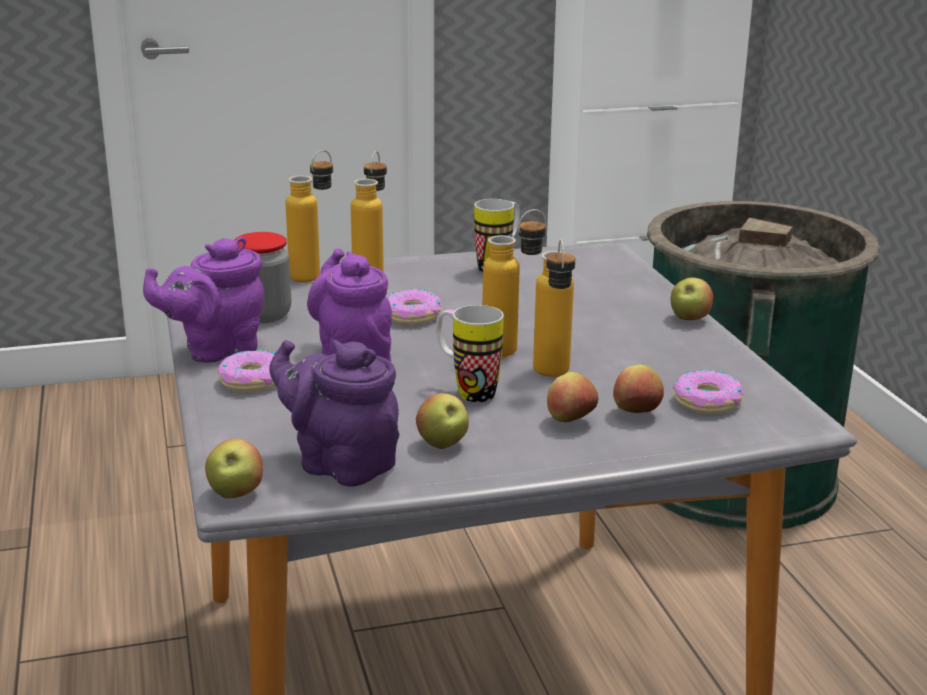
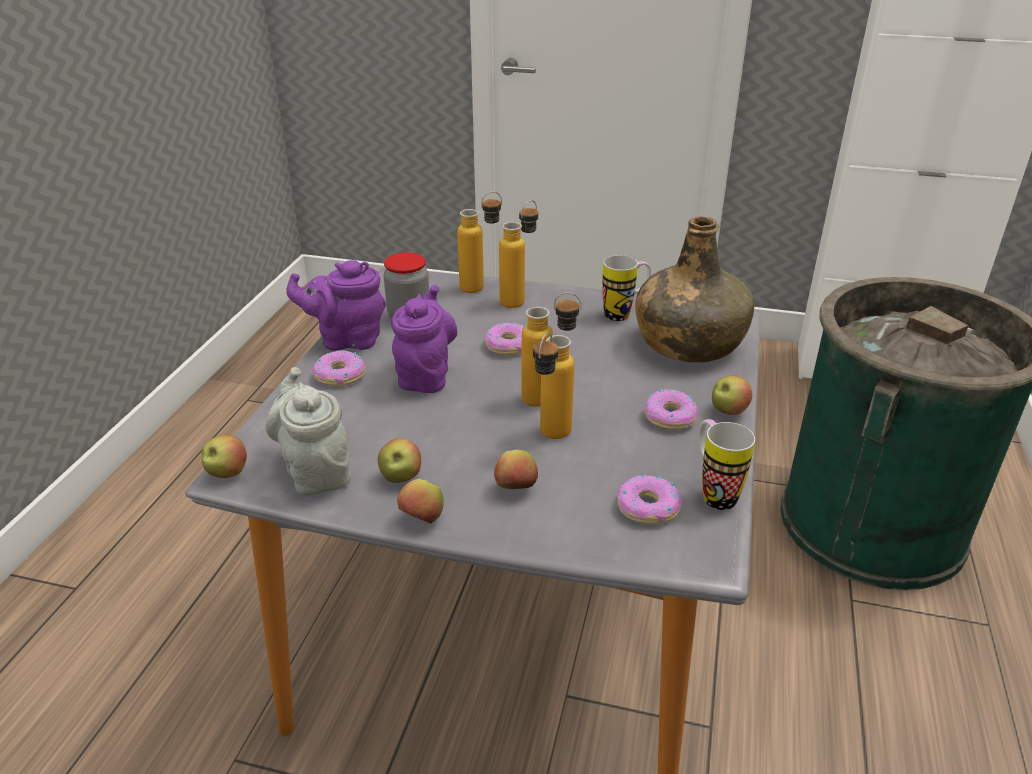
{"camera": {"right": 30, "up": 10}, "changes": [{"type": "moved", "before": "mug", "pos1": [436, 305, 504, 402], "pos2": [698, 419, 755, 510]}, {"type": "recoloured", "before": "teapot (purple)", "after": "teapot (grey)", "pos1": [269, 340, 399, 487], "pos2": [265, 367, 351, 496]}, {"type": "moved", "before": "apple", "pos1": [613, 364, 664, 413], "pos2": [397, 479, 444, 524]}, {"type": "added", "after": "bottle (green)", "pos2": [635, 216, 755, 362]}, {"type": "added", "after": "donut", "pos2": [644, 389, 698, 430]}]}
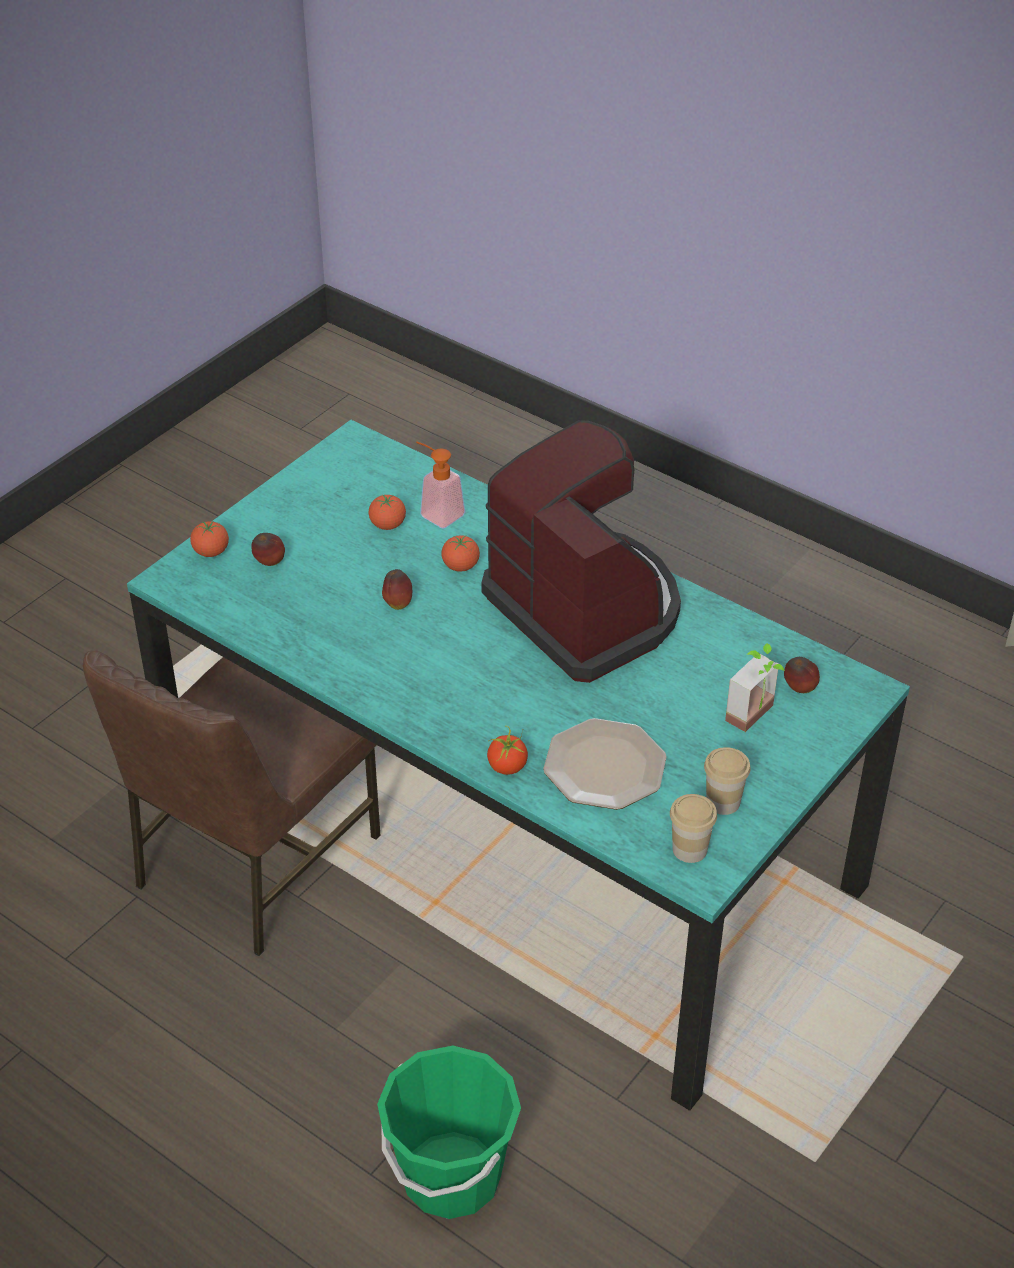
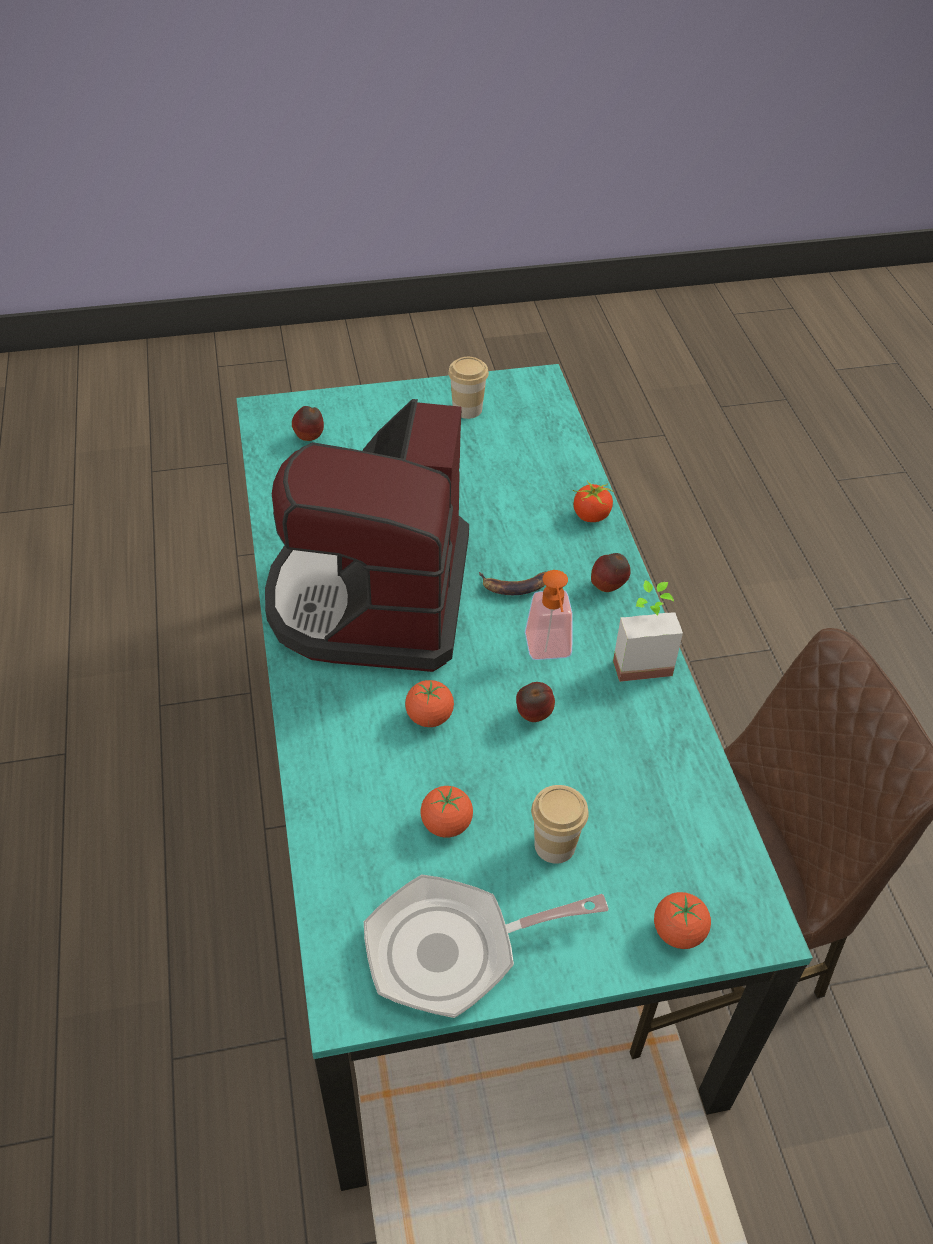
{"camera": {"right": -140, "up": 5}, "changes": [{"type": "moved", "before": "soap dispenser", "pos1": [416, 442, 465, 529], "pos2": [525, 570, 573, 660]}, {"type": "moved", "before": "apple", "pos1": [252, 533, 285, 566], "pos2": [591, 553, 631, 592]}, {"type": "moved", "before": "potted plant", "pos1": [725, 643, 785, 732], "pos2": [613, 580, 683, 682]}, {"type": "removed", "before": "plate", "pos1": [543, 718, 667, 810]}, {"type": "moved", "before": "cup", "pos1": [670, 794, 717, 863], "pos2": [531, 785, 589, 864]}, {"type": "removed", "before": "bucket (green)", "pos1": [377, 1046, 521, 1219]}, {"type": "added", "after": "banana", "pos2": [479, 571, 546, 595]}, {"type": "added", "after": "frying pan", "pos2": [364, 874, 609, 1018]}]}
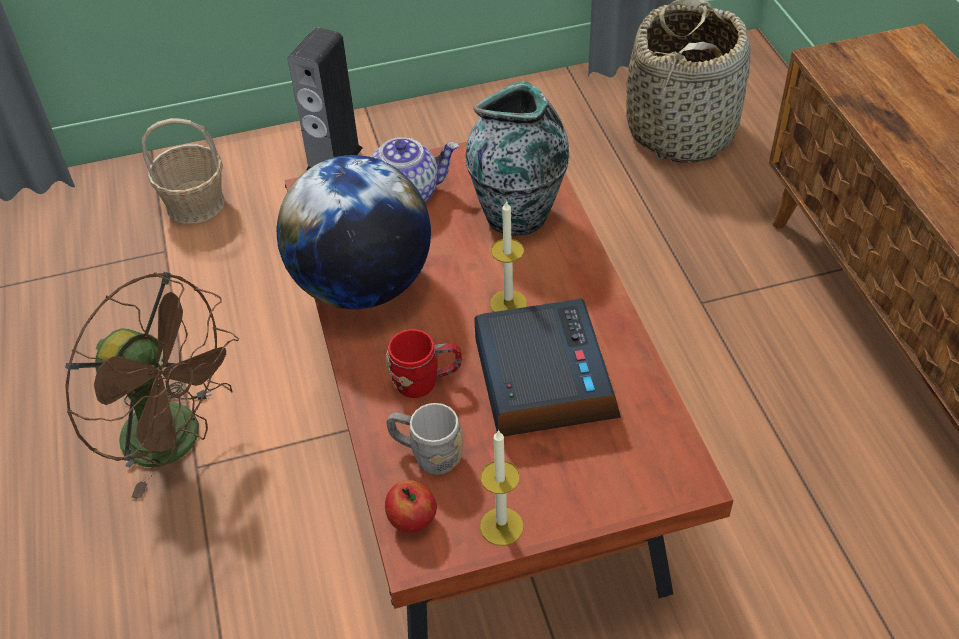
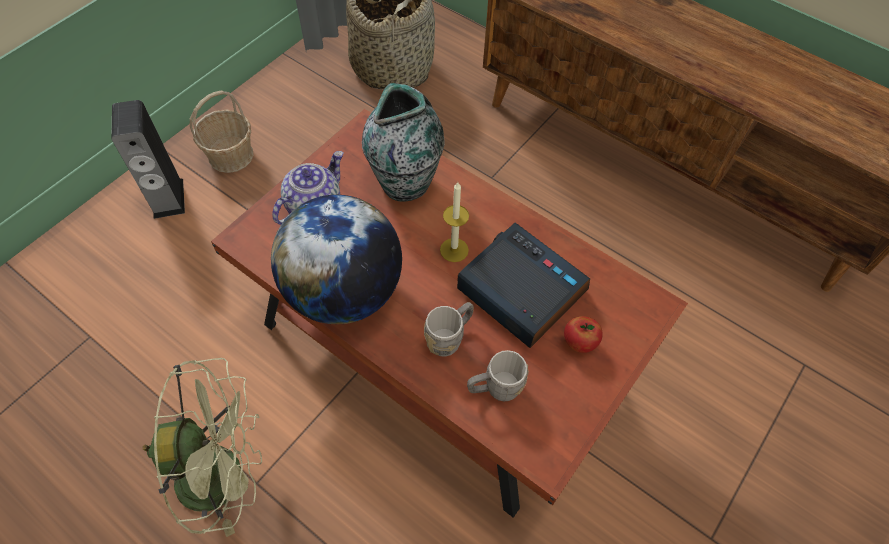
{"camera": {"right": -40, "up": 10}, "changes": [{"type": "moved", "before": "basket", "pos1": [142, 118, 225, 224], "pos2": [190, 90, 253, 173]}, {"type": "recoloured", "before": "fan (brown)", "after": "fan (green)", "pos1": [65, 272, 239, 499], "pos2": [142, 358, 262, 537]}, {"type": "recoloured", "before": "mug (red)", "after": "mug (grey)", "pos1": [386, 329, 462, 398], "pos2": [424, 302, 474, 356]}, {"type": "removed", "before": "candle", "pos1": [480, 429, 524, 546]}, {"type": "moved", "before": "apple", "pos1": [385, 480, 437, 533], "pos2": [564, 316, 603, 353]}]}
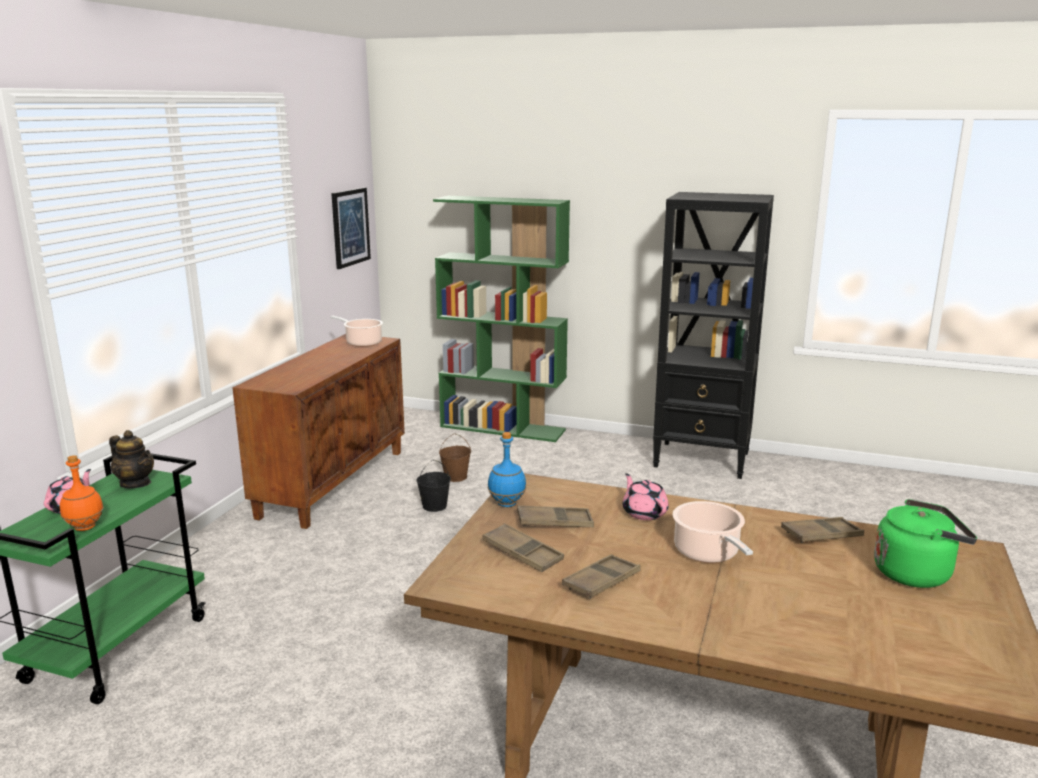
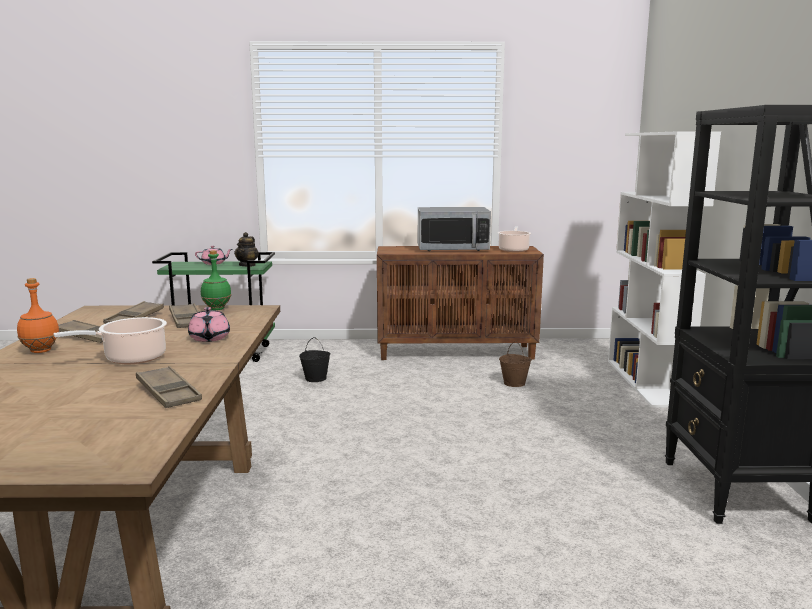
{"camera": {"right": 70, "up": -5}, "changes": [{"type": "removed", "before": "picture", "pos1": [331, 187, 371, 269]}, {"type": "recoloured", "before": "bookcase (green)", "after": "bookcase (white)", "pos1": [433, 196, 570, 442], "pos2": [608, 131, 721, 408]}, {"type": "recoloured", "before": "bottle (blue)", "after": "bottle (green)", "pos1": [488, 432, 526, 507], "pos2": [201, 250, 231, 310]}, {"type": "moved", "before": "bottle (orange)", "pos1": [60, 455, 104, 531], "pos2": [17, 278, 59, 353]}, {"type": "moved", "before": "bucket (black)", "pos1": [417, 460, 451, 512], "pos2": [299, 337, 331, 382]}, {"type": "turned", "before": "teapot (pink)", "pos1": [623, 473, 669, 520], "pos2": [188, 307, 230, 342], "turn": 120}, {"type": "removed", "before": "kettle (green)", "pos1": [874, 499, 977, 588]}, {"type": "added", "after": "microwave", "pos2": [418, 207, 491, 251]}]}
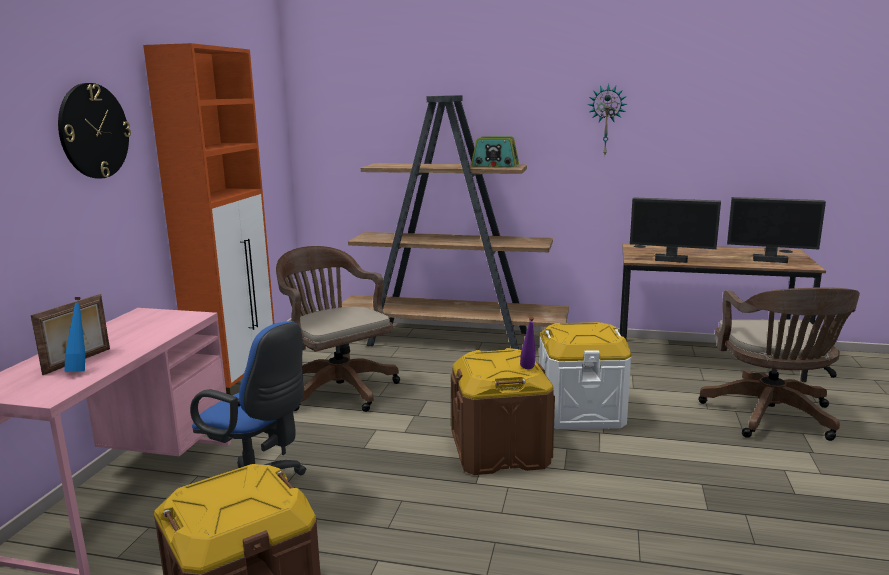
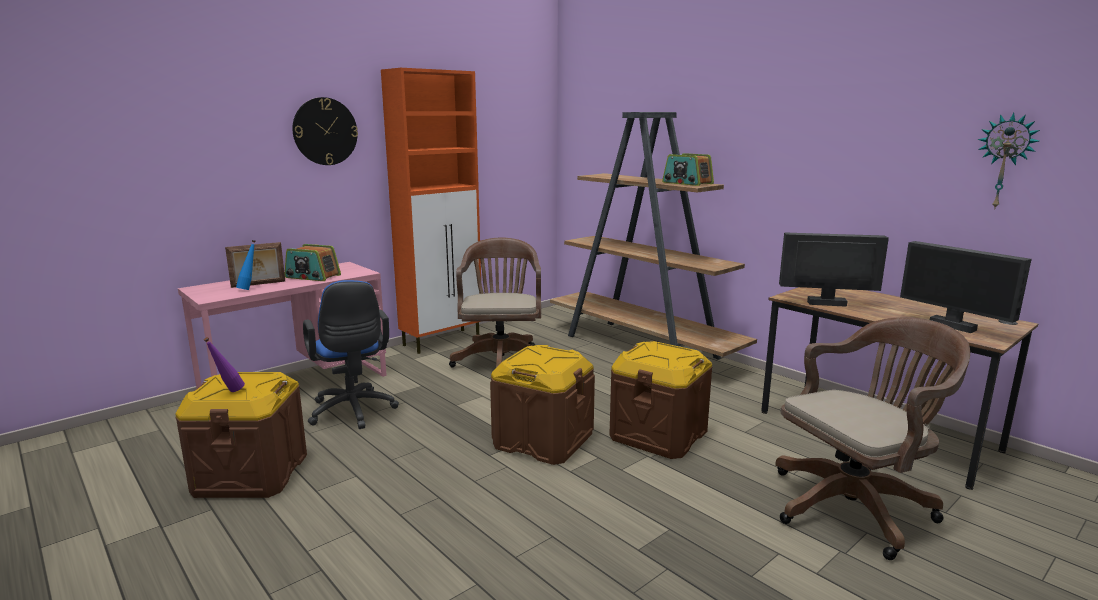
{"camera": {"right": 35, "up": 0}, "changes": [{"type": "moved", "before": "wall clock", "pos1": [588, 84, 627, 155], "pos2": [978, 112, 1040, 210]}, {"type": "turned", "before": "monitor", "pos1": [630, 197, 721, 263], "pos2": [779, 232, 889, 307], "turn": 135}, {"type": "turned", "before": "office chair (brown)", "pos1": [699, 287, 860, 441], "pos2": [775, 317, 970, 560], "turn": -150}, {"type": "moved", "before": "bottle (purple)", "pos1": [520, 316, 536, 369], "pos2": [204, 337, 245, 392]}, {"type": "recoloured", "before": "storage box (white)", "after": "storage box (brown)", "pos1": [539, 322, 632, 430], "pos2": [609, 341, 713, 459]}, {"type": "added", "after": "radio", "pos2": [285, 244, 341, 281]}]}
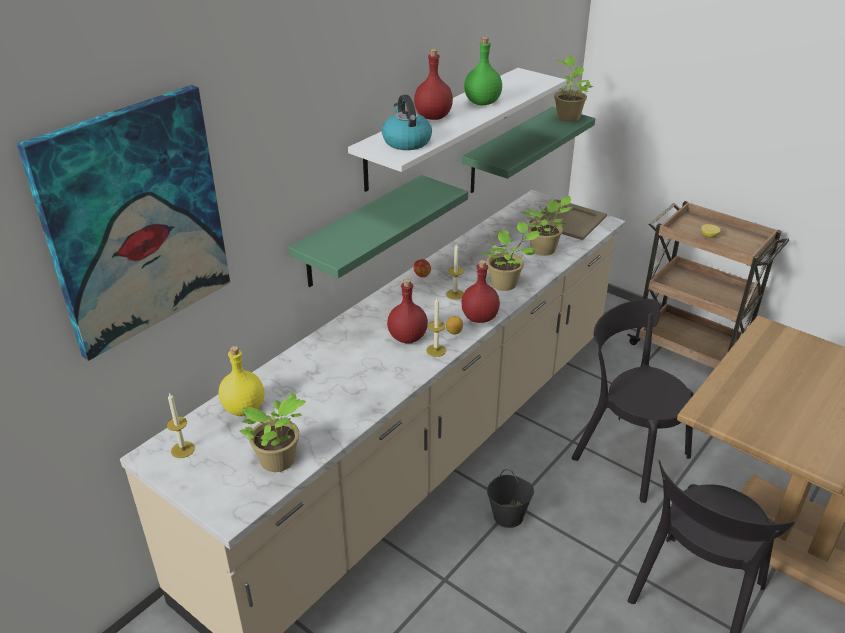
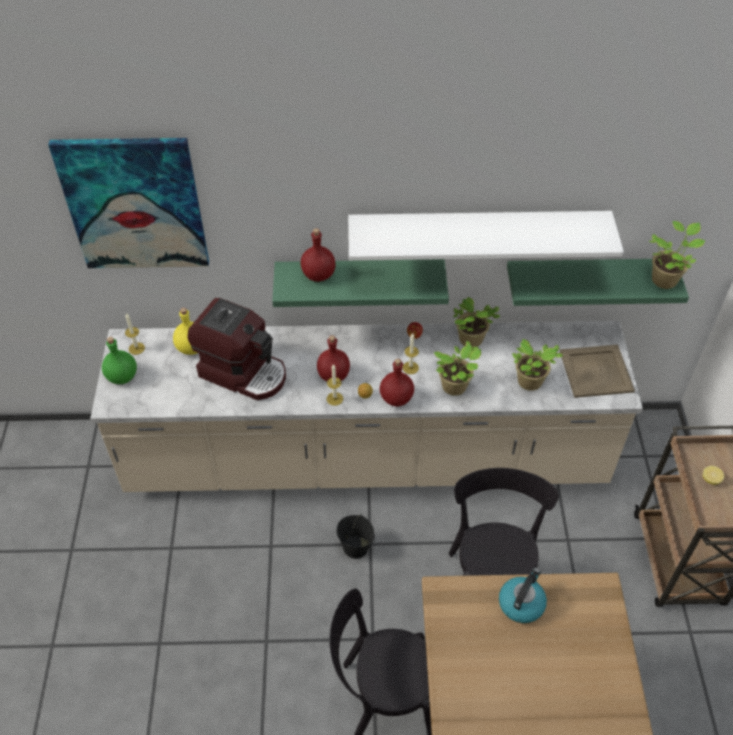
{"camera": {"right": 50, "up": 15}, "changes": [{"type": "moved", "before": "bottle (green)", "pos1": [464, 37, 502, 106], "pos2": [102, 337, 137, 384]}, {"type": "moved", "before": "bottle (red)", "pos1": [414, 49, 453, 120], "pos2": [301, 228, 336, 282]}, {"type": "moved", "before": "kettle", "pos1": [382, 95, 432, 150], "pos2": [499, 568, 547, 623]}, {"type": "moved", "before": "potted plant", "pos1": [239, 392, 306, 472], "pos2": [453, 297, 500, 347]}, {"type": "added", "after": "coffee machine", "pos2": [188, 298, 286, 400]}]}
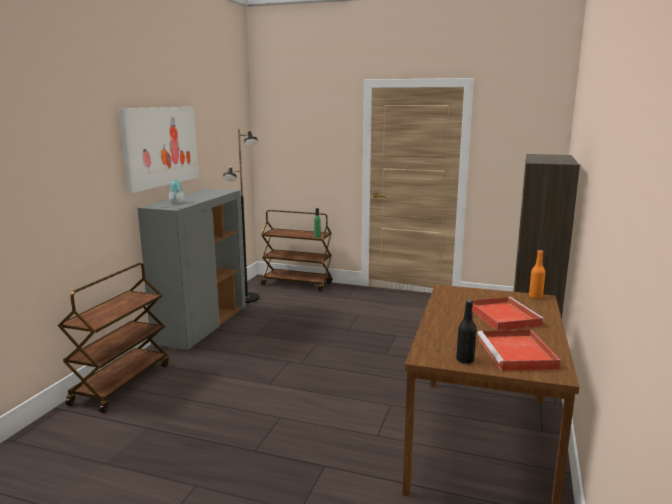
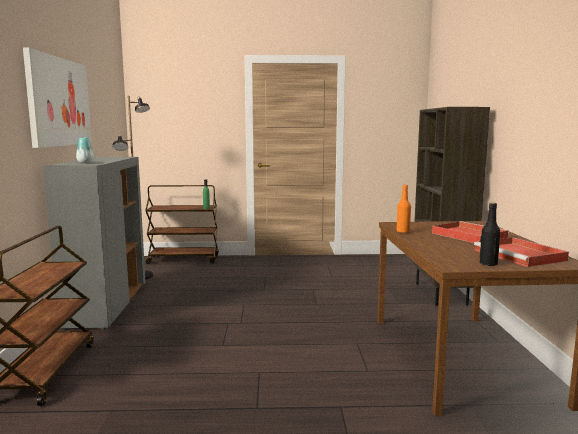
{"camera": {"right": -20, "up": -5}, "changes": [{"type": "moved", "before": "bottle (orange)", "pos1": [529, 250, 546, 298], "pos2": [397, 185, 411, 233]}]}
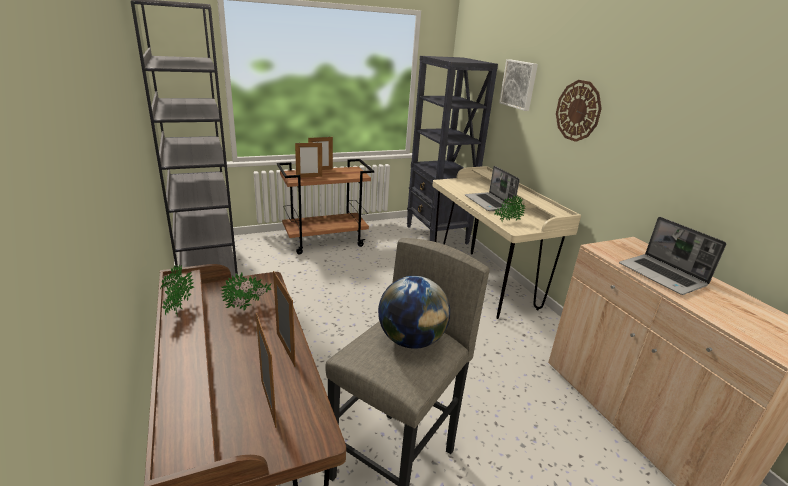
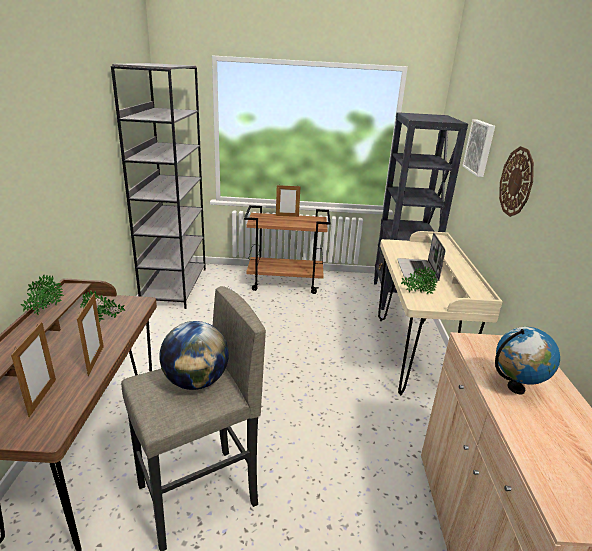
{"camera": {"right": 25, "up": 0}, "changes": [{"type": "removed", "before": "picture frame", "pos1": [295, 143, 322, 178]}, {"type": "replaced", "before": "laptop", "after": "globe", "pos1": [619, 217, 726, 295], "pos2": [495, 327, 560, 395]}]}
